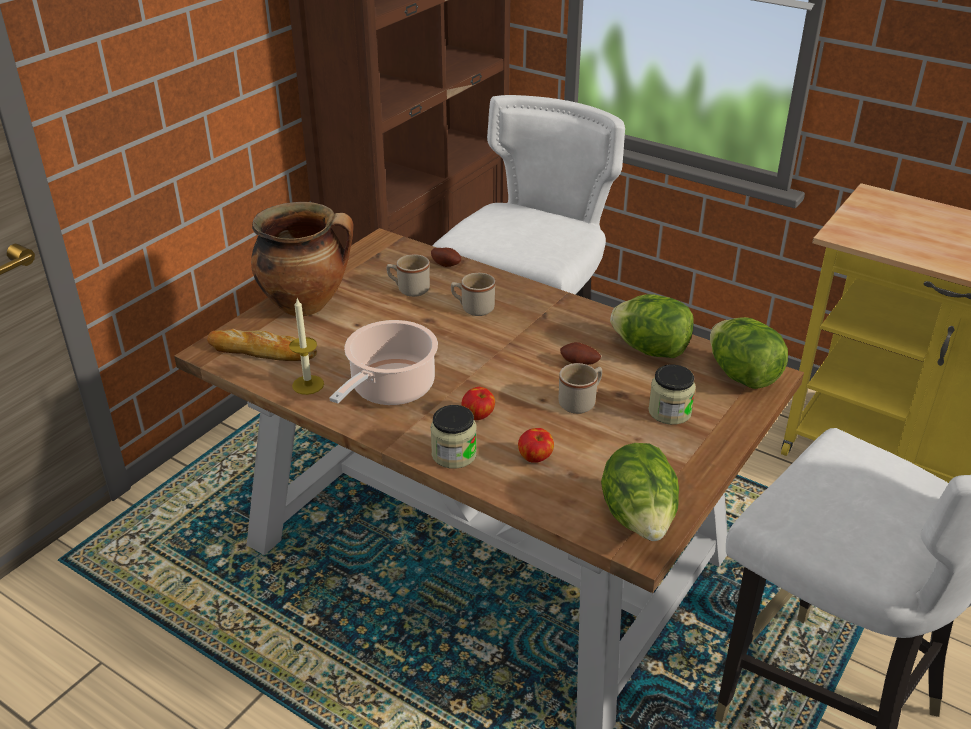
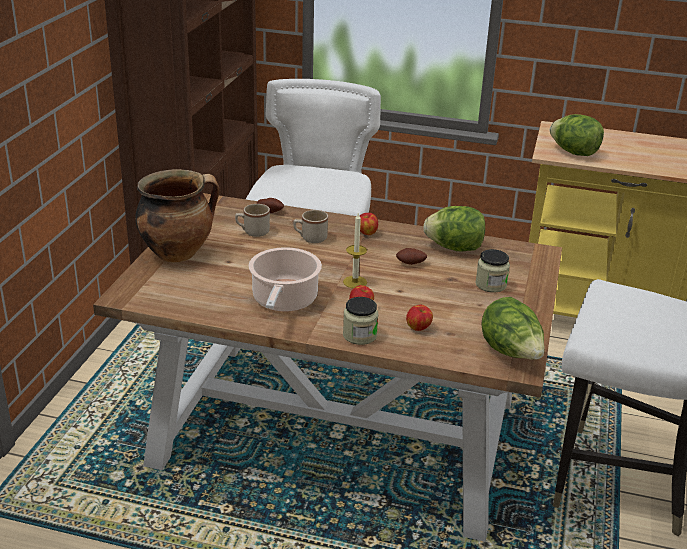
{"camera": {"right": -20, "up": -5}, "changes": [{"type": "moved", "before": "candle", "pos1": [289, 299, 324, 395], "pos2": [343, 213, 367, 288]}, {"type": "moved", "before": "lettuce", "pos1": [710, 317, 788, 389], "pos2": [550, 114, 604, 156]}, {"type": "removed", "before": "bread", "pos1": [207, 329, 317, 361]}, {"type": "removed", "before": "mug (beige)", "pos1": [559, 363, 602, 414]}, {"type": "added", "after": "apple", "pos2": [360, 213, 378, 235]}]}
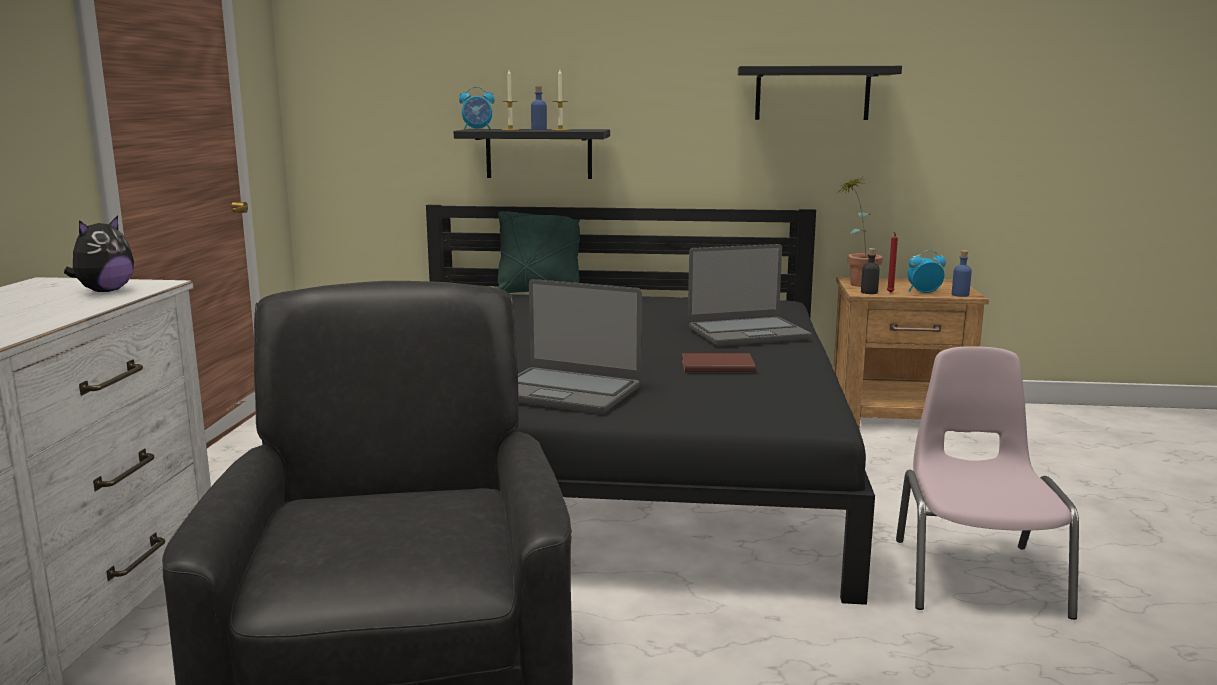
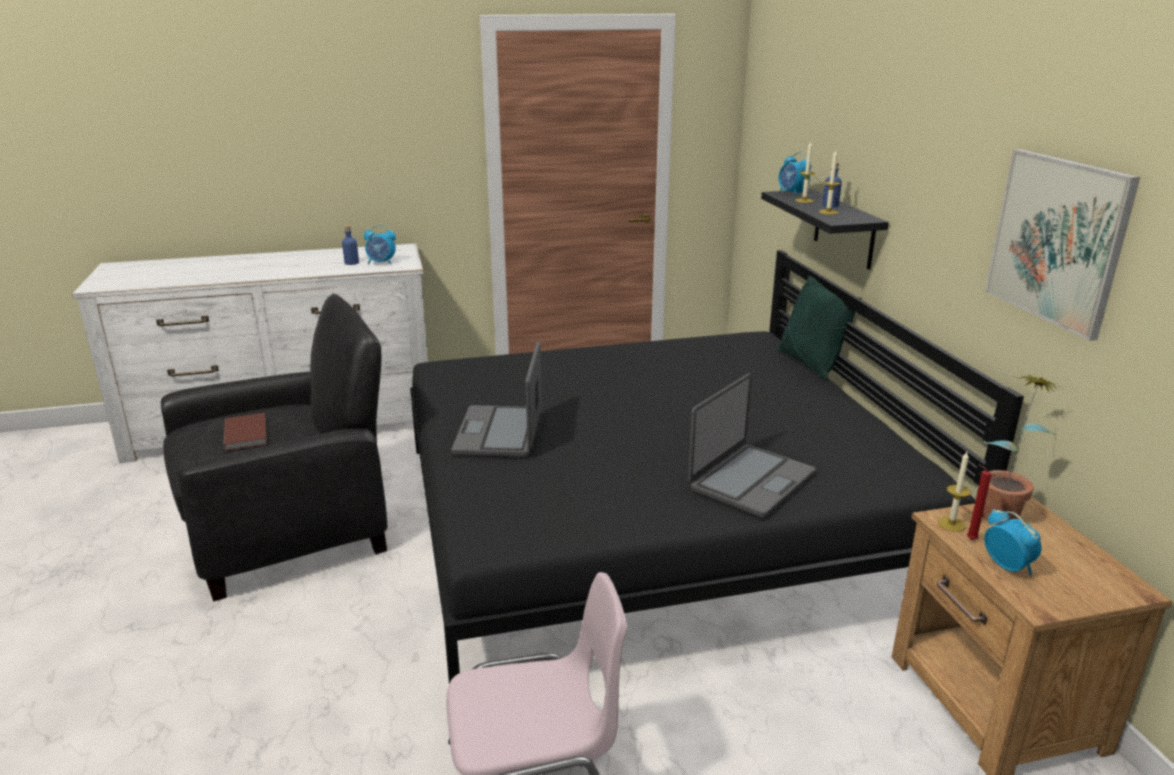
{"camera": {"right": 70, "up": 10}, "changes": [{"type": "replaced", "before": "shelf (black)", "after": "picture", "pos1": [738, 66, 902, 120], "pos2": [985, 149, 1140, 341]}, {"type": "replaced", "before": "plush toy", "after": "alarm clock", "pos1": [64, 215, 134, 292], "pos2": [364, 225, 396, 264]}, {"type": "turned", "before": "laptop", "pos1": [688, 244, 812, 346], "pos2": [688, 373, 816, 518], "turn": -105}, {"type": "replaced", "before": "bottle (black)", "after": "candle", "pos1": [861, 248, 880, 294], "pos2": [938, 452, 971, 532]}, {"type": "moved", "before": "bottle (blue)", "pos1": [952, 250, 972, 297], "pos2": [342, 225, 359, 265]}, {"type": "moved", "before": "book (brown)", "pos1": [682, 353, 756, 373], "pos2": [224, 413, 267, 451]}]}
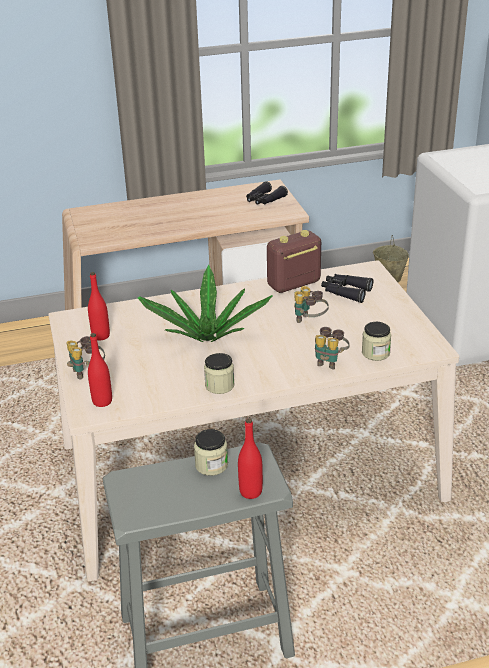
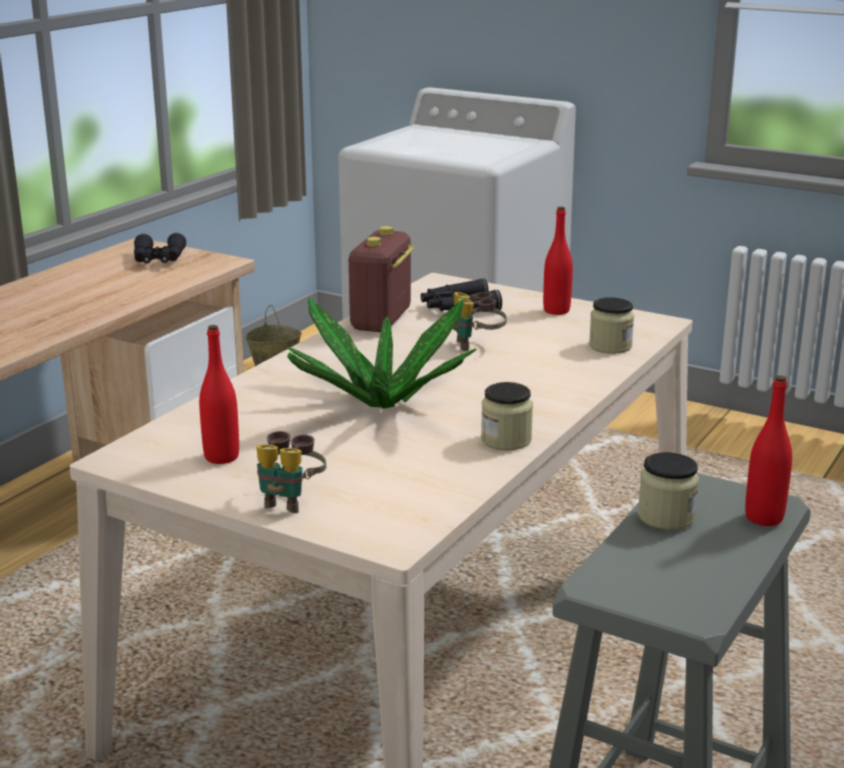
{"camera": {"right": -45, "up": -10}, "changes": [{"type": "removed", "before": "binoculars", "pos1": [315, 327, 350, 370]}, {"type": "moved", "before": "bottle (red)", "pos1": [88, 333, 112, 407], "pos2": [543, 206, 573, 315]}]}
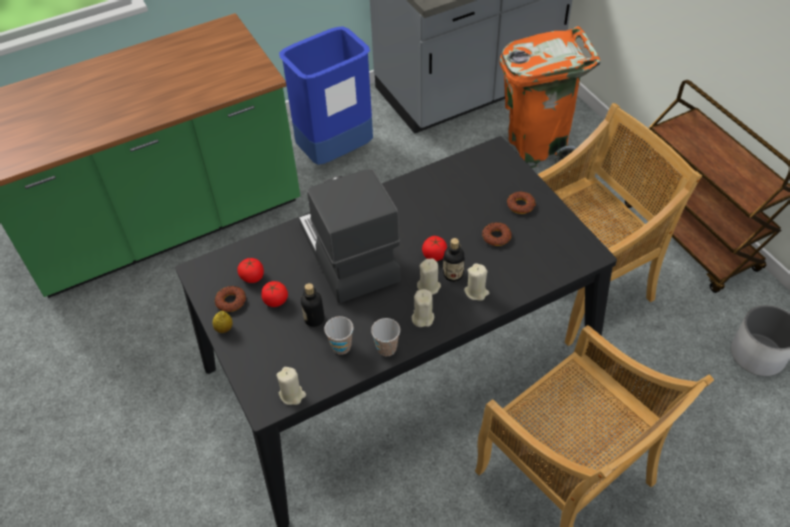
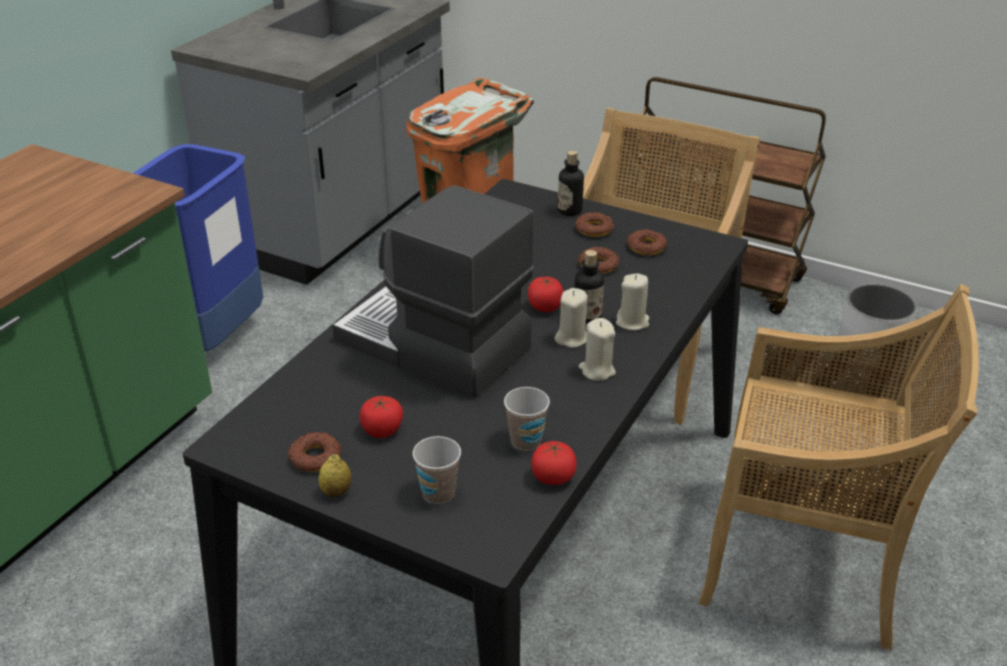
{"camera": {"right": -35, "up": -15}, "changes": [{"type": "moved", "before": "tomato", "pos1": [237, 258, 264, 283], "pos2": [531, 441, 577, 485]}, {"type": "moved", "before": "bottle", "pos1": [301, 283, 325, 327], "pos2": [558, 151, 584, 216]}, {"type": "moved", "before": "cup", "pos1": [371, 318, 400, 356], "pos2": [412, 436, 461, 504]}, {"type": "removed", "before": "candle (beige)", "pos1": [276, 367, 306, 405]}, {"type": "added", "after": "donut", "pos2": [627, 229, 667, 255]}]}
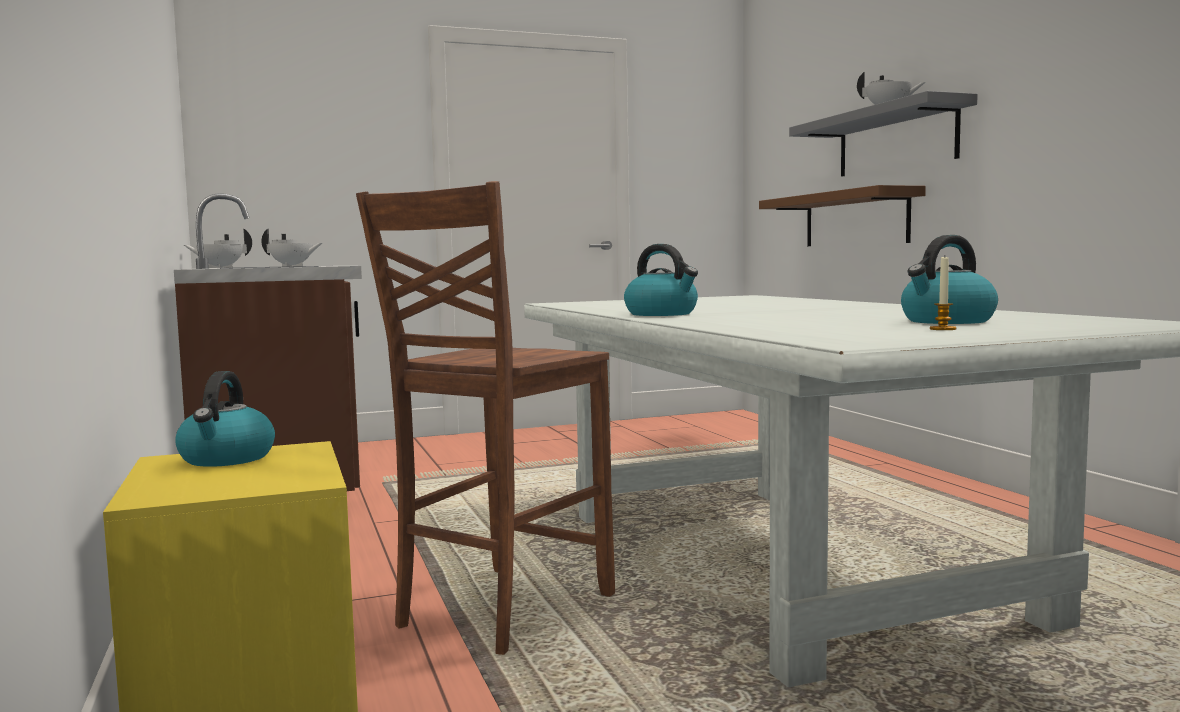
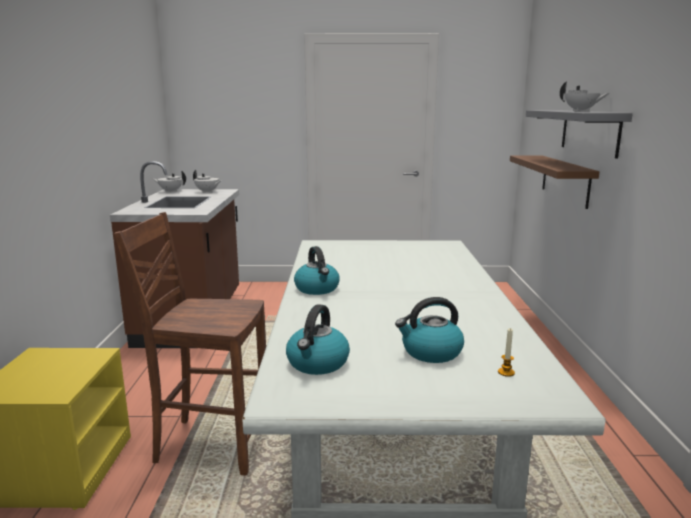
{"camera": {"right": 20, "up": 10}, "changes": [{"type": "turned", "before": "chair (brown)", "pos1": [356, 181, 615, 655], "pos2": [114, 212, 266, 476], "turn": 45}, {"type": "moved", "before": "candle", "pos1": [930, 257, 956, 330], "pos2": [498, 328, 515, 377]}, {"type": "moved", "before": "kettle", "pos1": [175, 371, 275, 467], "pos2": [286, 304, 350, 375]}]}
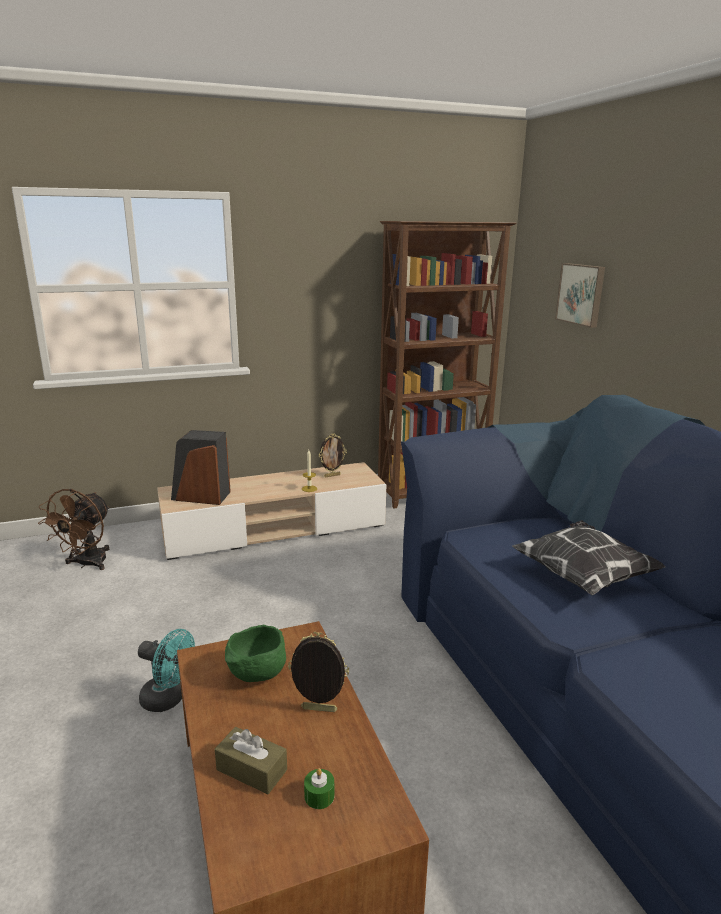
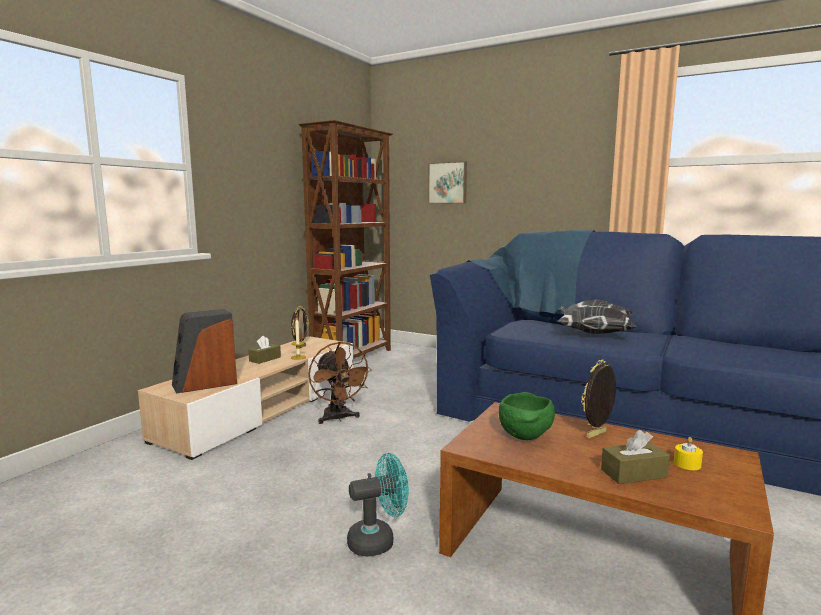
{"camera": {"right": -40, "up": -10}, "changes": [{"type": "moved", "before": "fan (brown)", "pos1": [38, 489, 110, 570], "pos2": [308, 342, 372, 424]}, {"type": "recoloured", "before": "candle (green)", "after": "candle (yellow)", "pos1": [304, 768, 334, 809], "pos2": [674, 437, 703, 470]}, {"type": "added", "after": "tissue box (brown)", "pos2": [248, 336, 281, 364]}]}
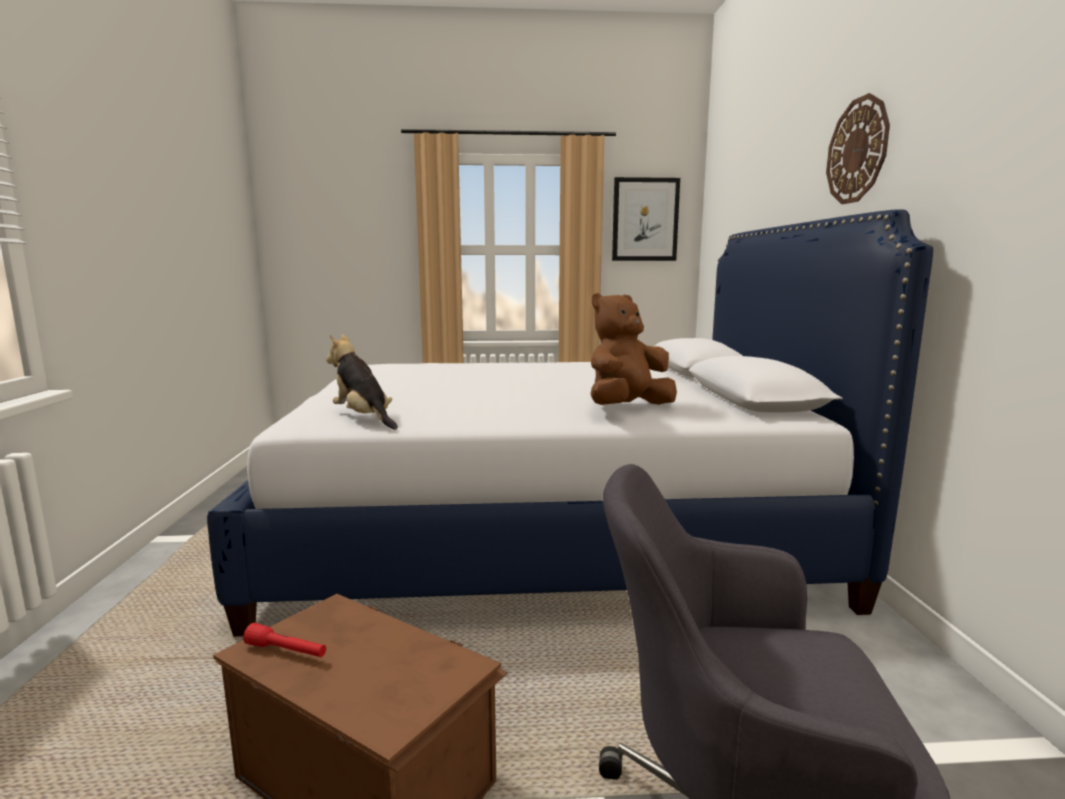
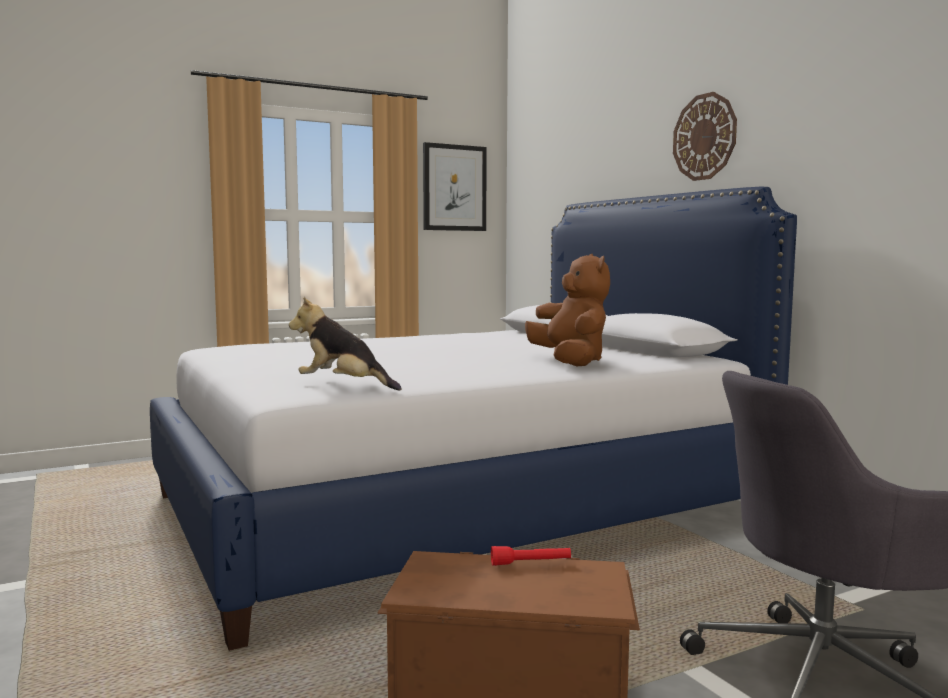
{"camera": {"right": -25, "up": -5}, "changes": [{"type": "turned", "before": "plush toy (brown)", "pos1": [590, 293, 677, 405], "pos2": [525, 254, 610, 366], "turn": 135}, {"type": "moved", "before": "flashlight (red)", "pos1": [243, 623, 326, 657], "pos2": [491, 546, 571, 566]}]}
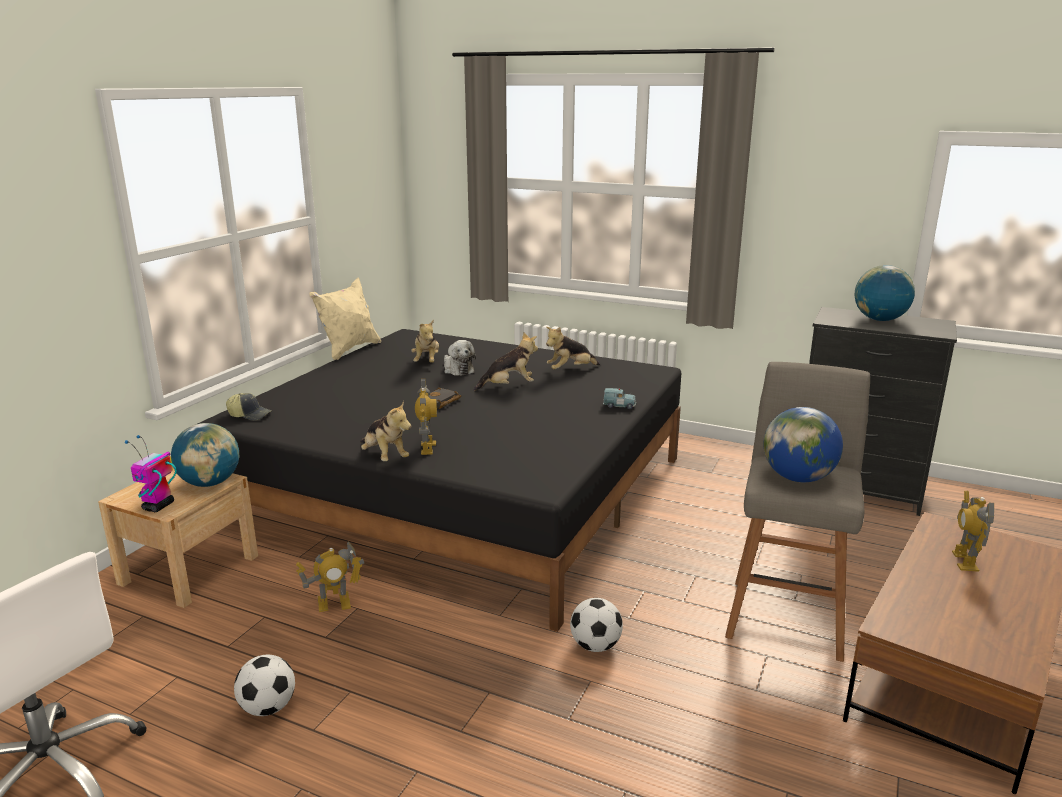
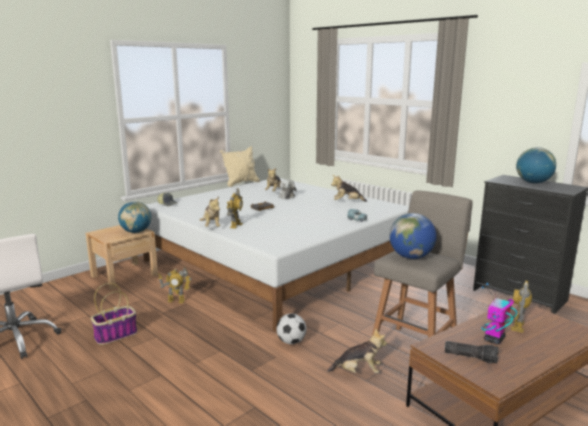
{"camera": {"right": 20, "up": -5}, "changes": [{"type": "recoloured", "before": "bed (black)", "after": "bed (white)", "pos1": [198, 329, 681, 632], "pos2": [143, 178, 409, 332]}, {"type": "moved", "before": "plush toy", "pos1": [474, 332, 538, 391], "pos2": [327, 328, 387, 373]}, {"type": "moved", "before": "toy robot", "pos1": [125, 435, 177, 512], "pos2": [481, 283, 517, 345]}, {"type": "replaced", "before": "football", "after": "basket", "pos1": [234, 655, 295, 716], "pos2": [91, 283, 137, 345]}, {"type": "added", "after": "flashlight", "pos2": [445, 341, 498, 364]}]}
